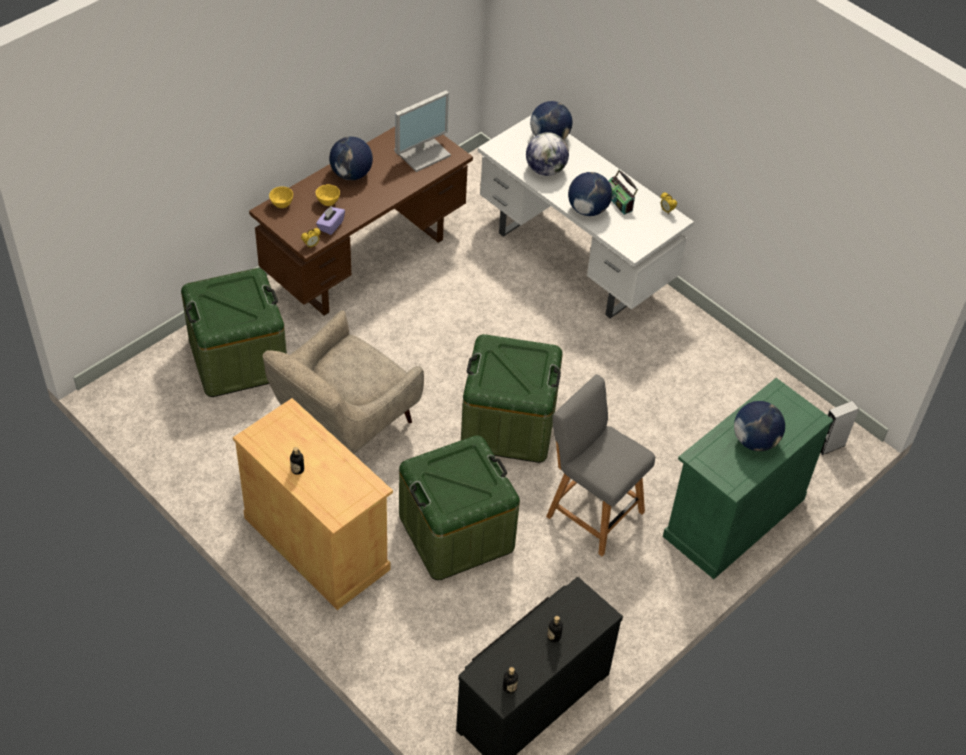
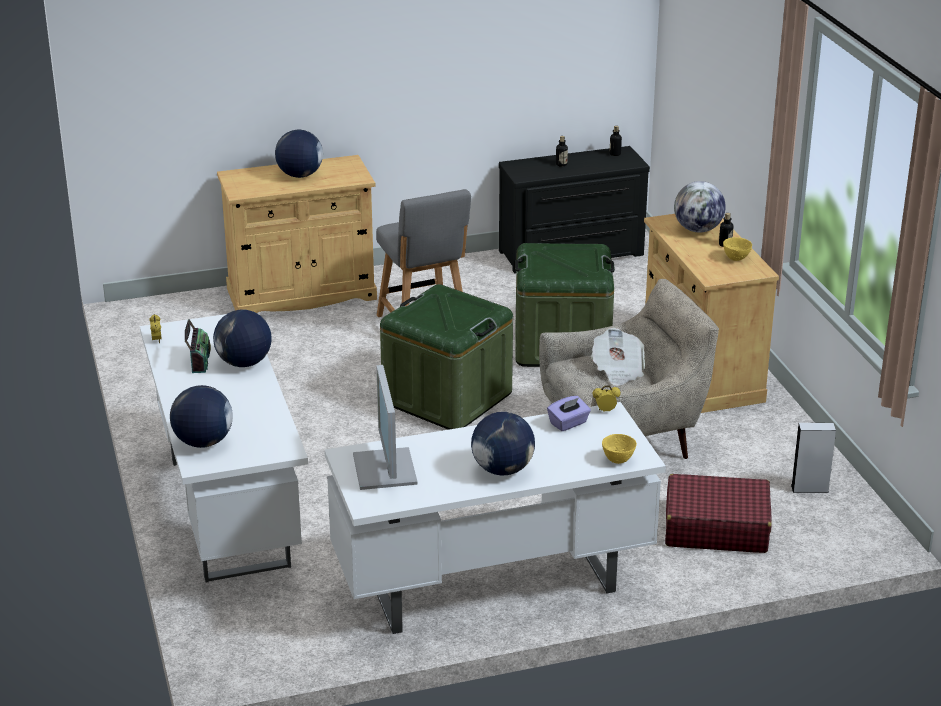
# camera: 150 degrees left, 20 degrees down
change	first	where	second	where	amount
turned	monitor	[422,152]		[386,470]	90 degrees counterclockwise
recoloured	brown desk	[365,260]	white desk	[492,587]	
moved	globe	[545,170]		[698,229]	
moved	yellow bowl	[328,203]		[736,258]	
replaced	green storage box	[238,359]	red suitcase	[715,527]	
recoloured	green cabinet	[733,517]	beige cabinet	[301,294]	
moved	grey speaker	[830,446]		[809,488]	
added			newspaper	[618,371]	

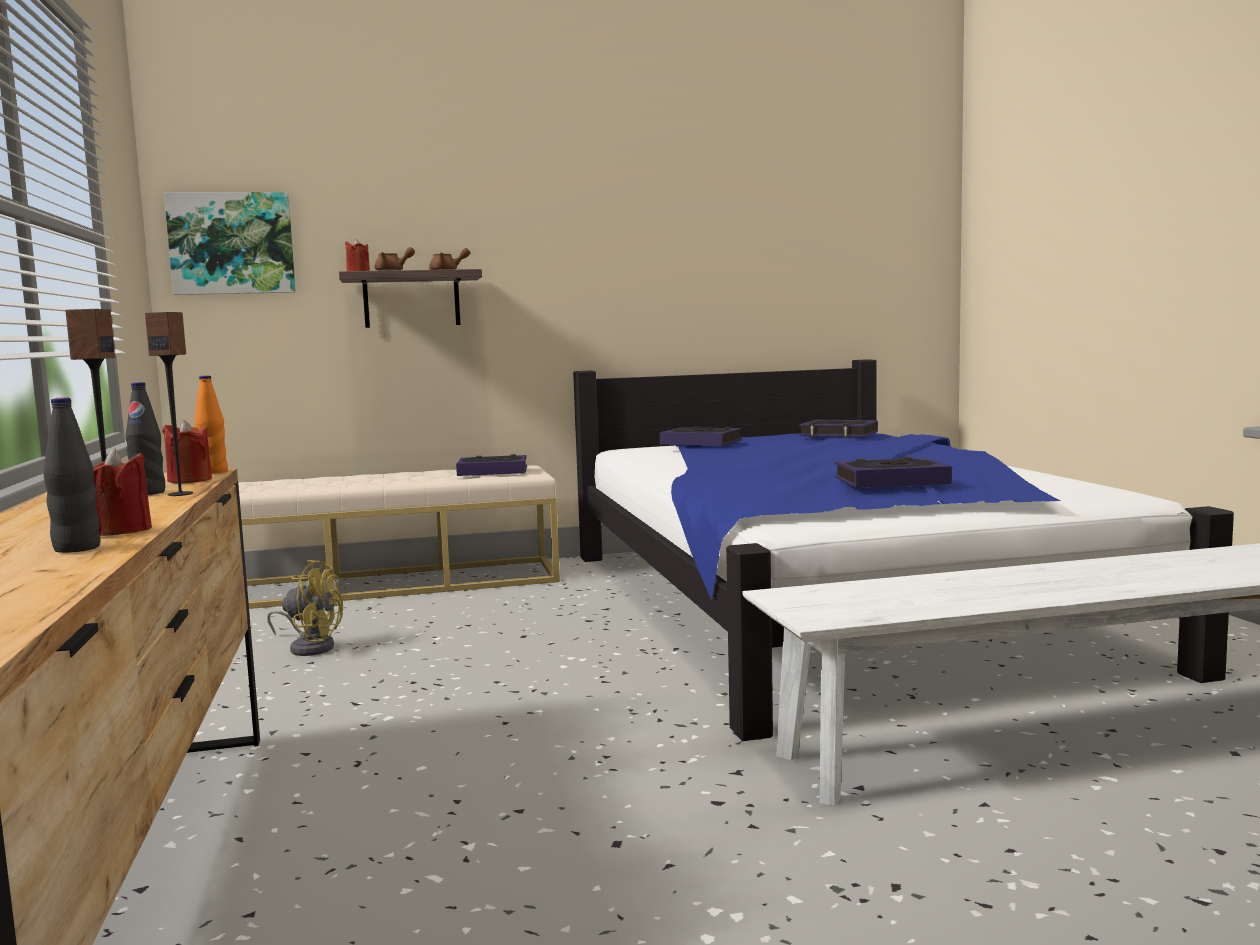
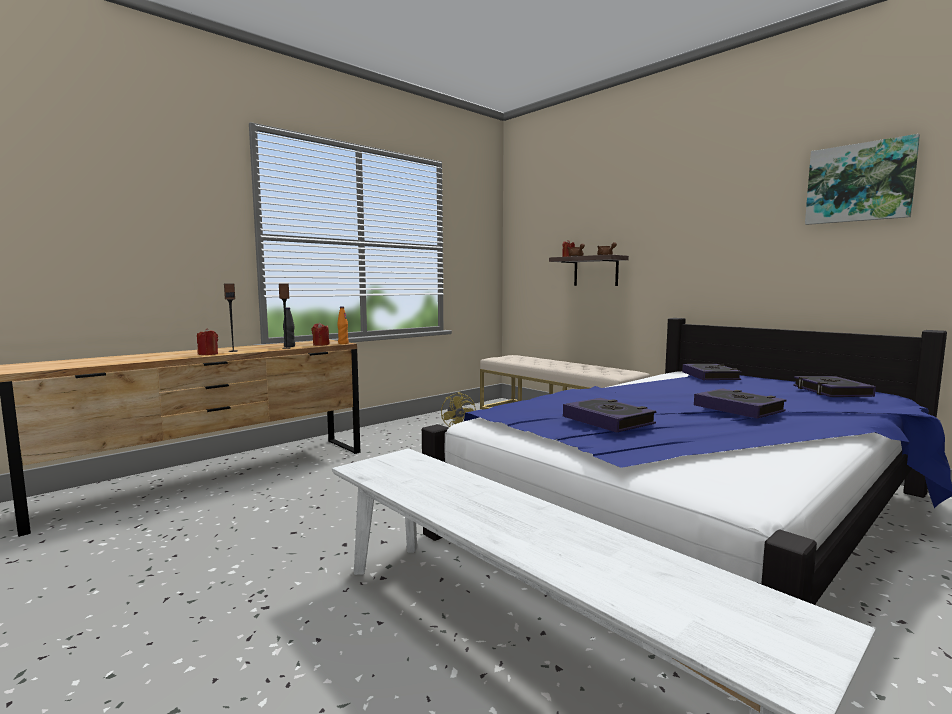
# camera: 60 degrees right, 0 degrees up
change	first	where	second	where	amount
moved	picture	[232,243]		[859,183]	
removed	black bottle	[77,548]			
moved	book	[492,472]		[738,409]	

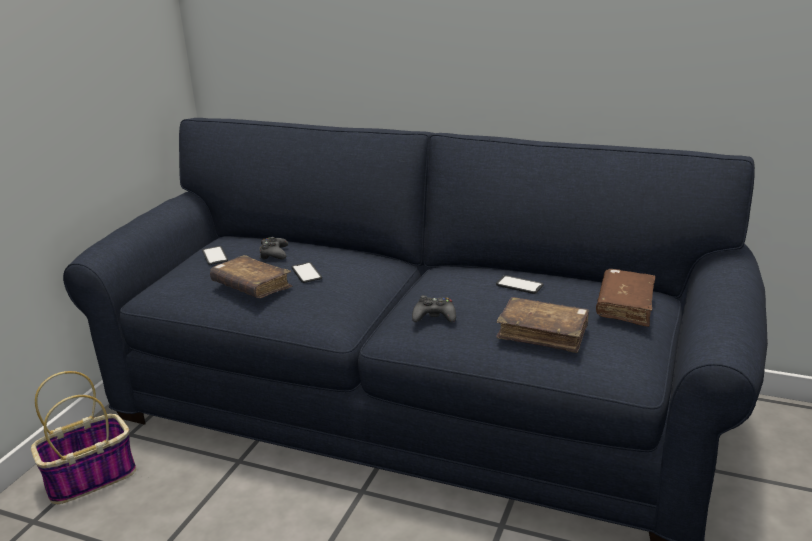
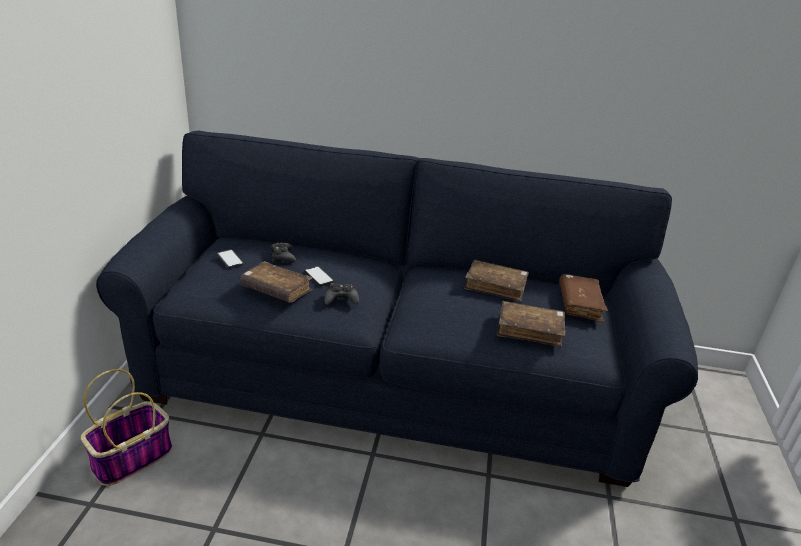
# camera: 15 degrees left, 5 degrees up
change	first	where	second	where	amount
replaced	phone	[519,285]	brown book	[495,286]	
moved	black game controller	[434,316]		[341,299]	

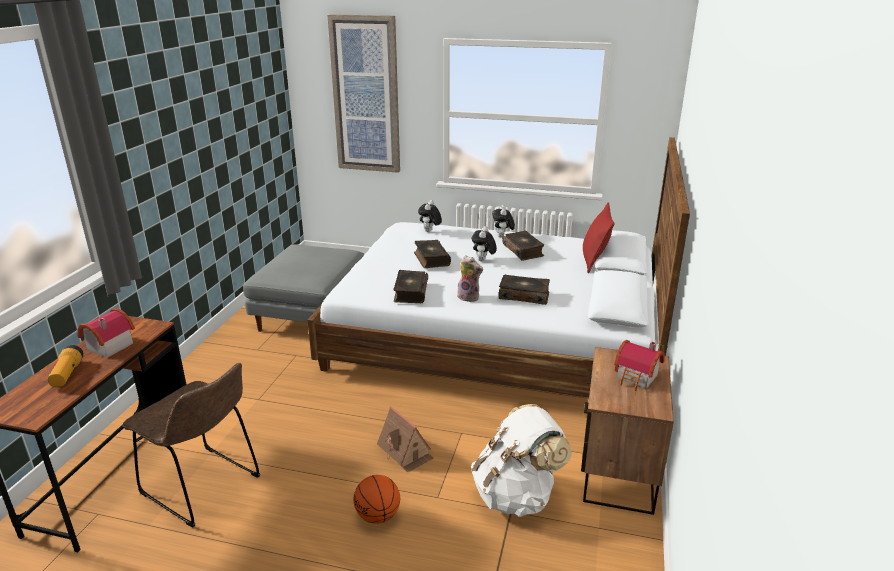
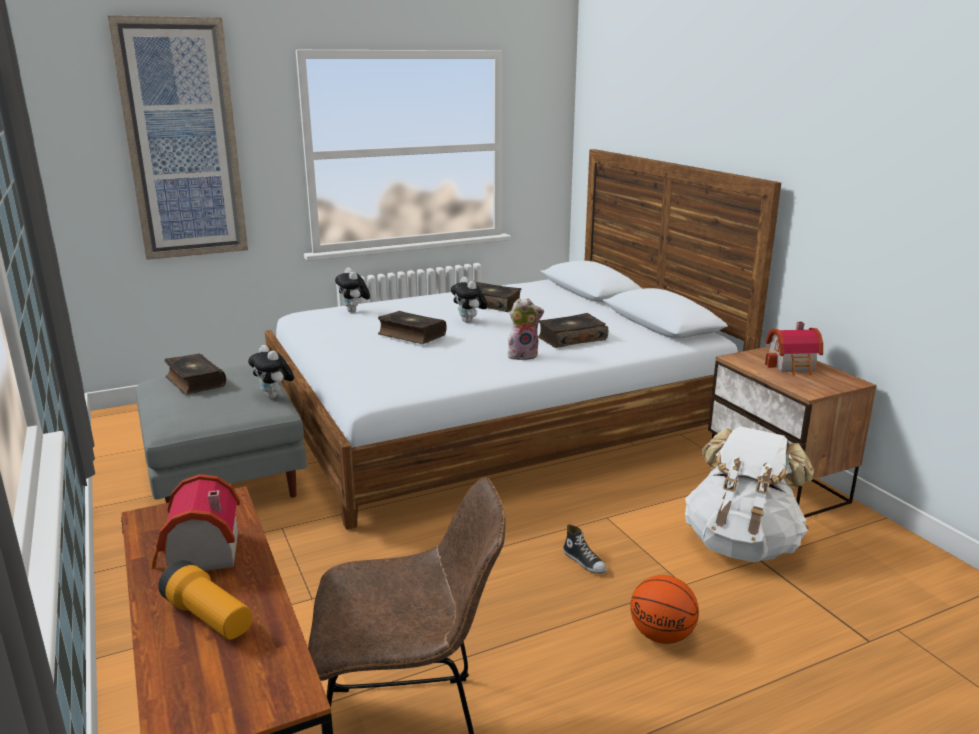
# camera: 40 degrees left, 5 degrees down
change	first	where	second	where	amount
removed	red pillow	[594,261]			
moved	plush toy	[502,236]		[274,396]	
moved	book	[410,292]		[194,382]	
replaced	toy house	[405,452]	shoe	[584,562]	

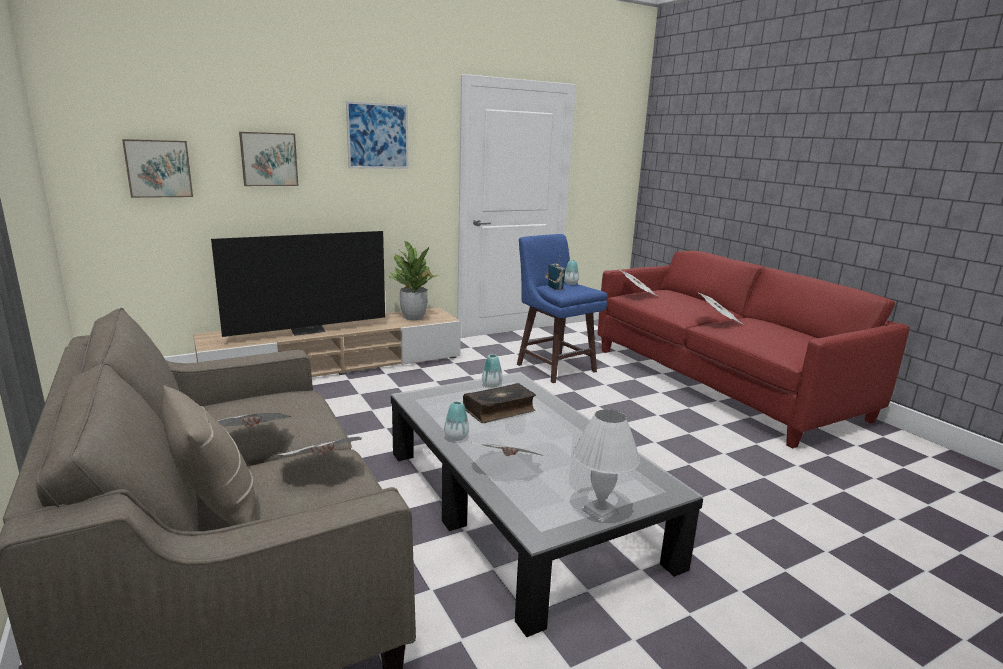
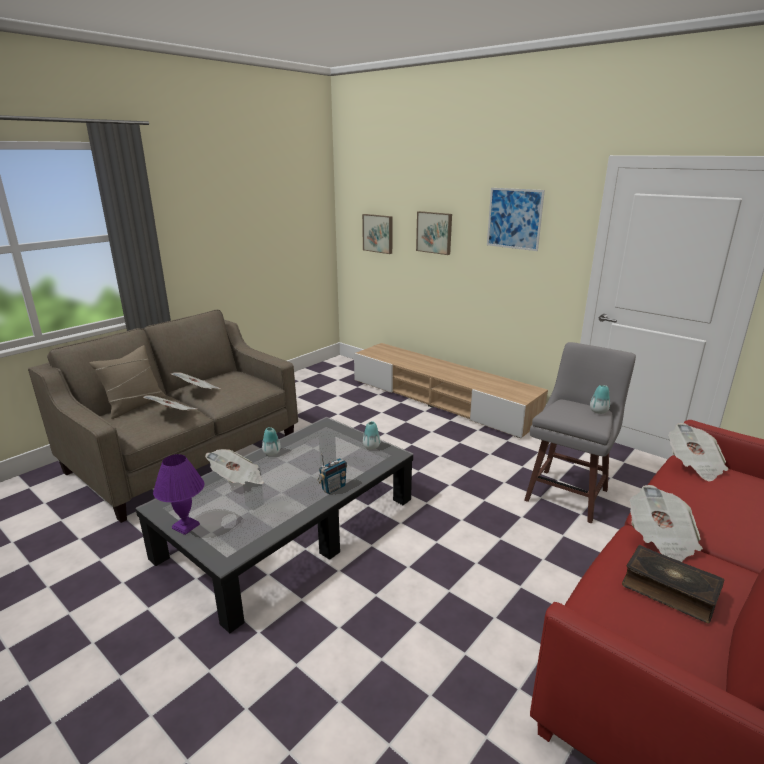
# camera: 70 degrees right, 5 degrees up
change	first	where	second	where	amount
removed	television	[308,330]			
recoloured	blue stool	[555,367]	grey stool	[568,494]	
removed	potted plant	[414,318]			
moved	radio	[555,288]		[333,488]	
moved	book	[499,410]		[669,590]	
recoloured	white table lamp	[600,511]	purple table lamp	[186,526]	

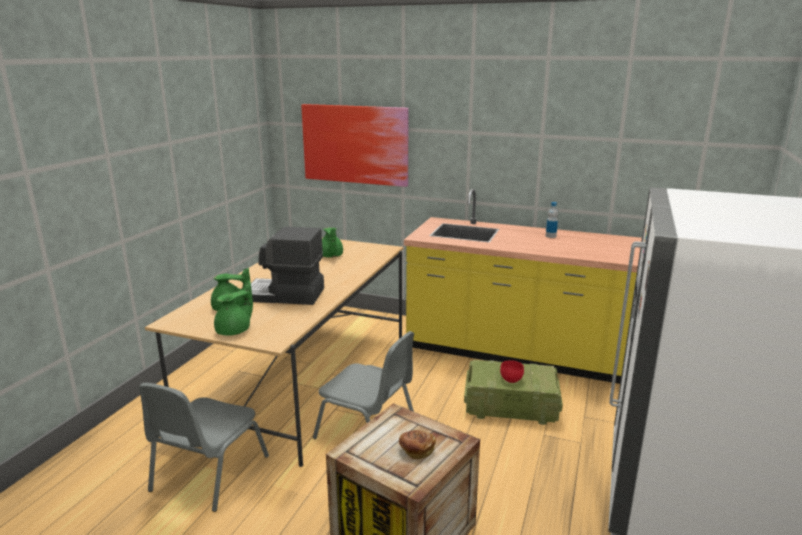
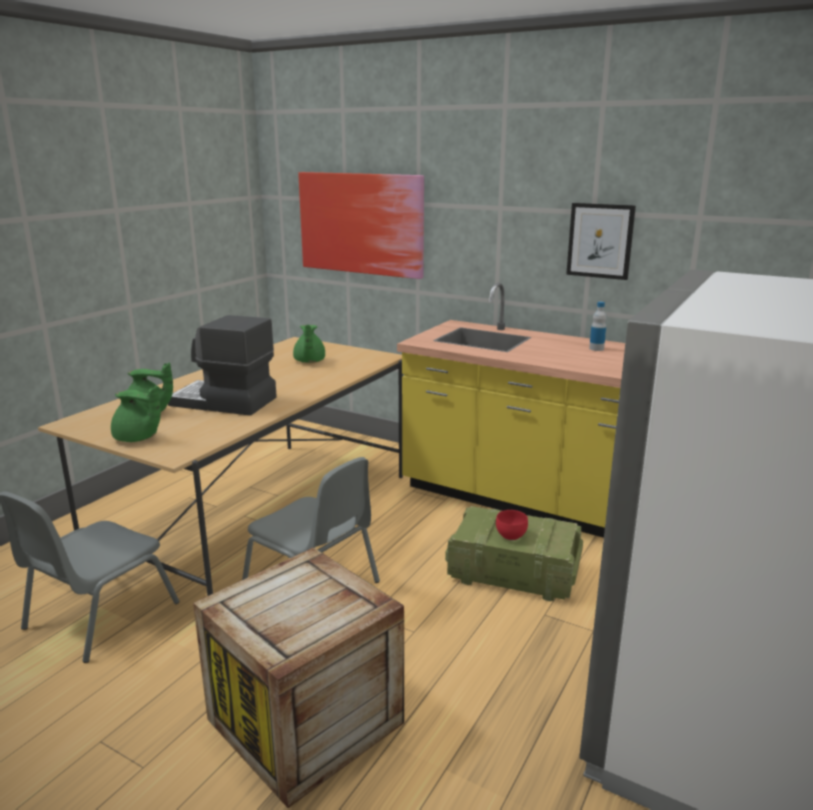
# camera: 10 degrees right, 0 degrees up
change	first	where	second	where	amount
turned	green teapot	[235,330]		[137,438]	60 degrees clockwise
removed	bread	[416,451]			
added			picture	[600,241]	

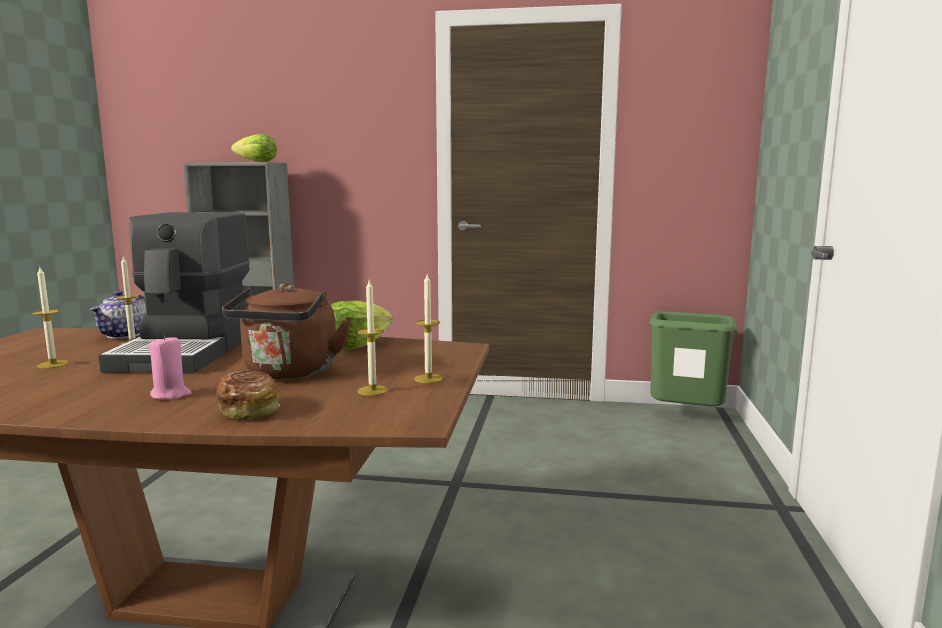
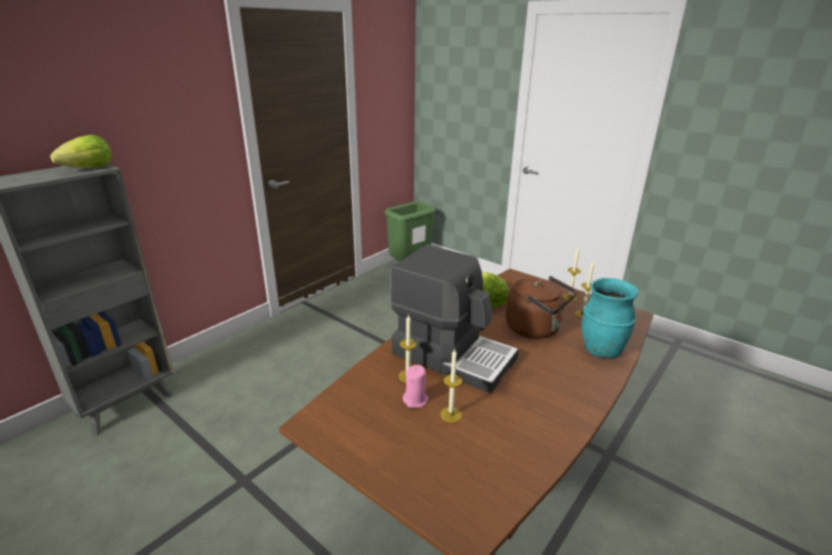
# camera: 60 degrees left, 15 degrees up
change	first	where	second	where	amount
removed	teapot	[124,335]			
moved	pink candle	[170,394]		[415,400]	
replaced	bread	[248,410]	turquoise vase	[601,350]	

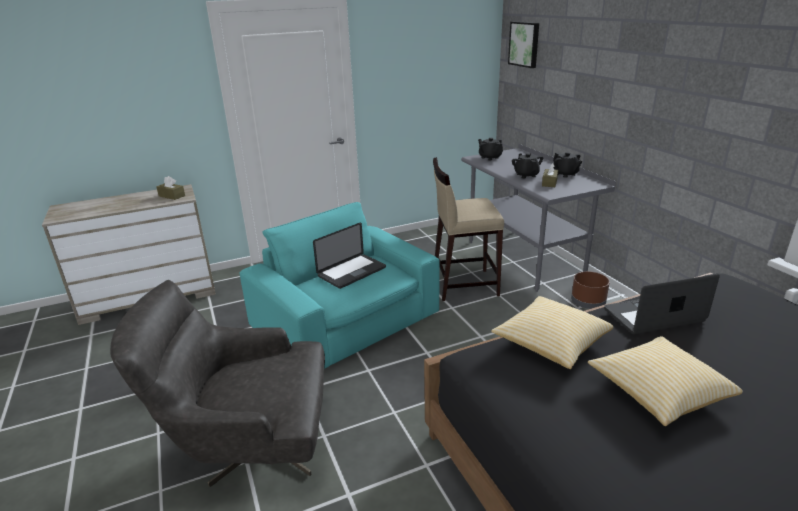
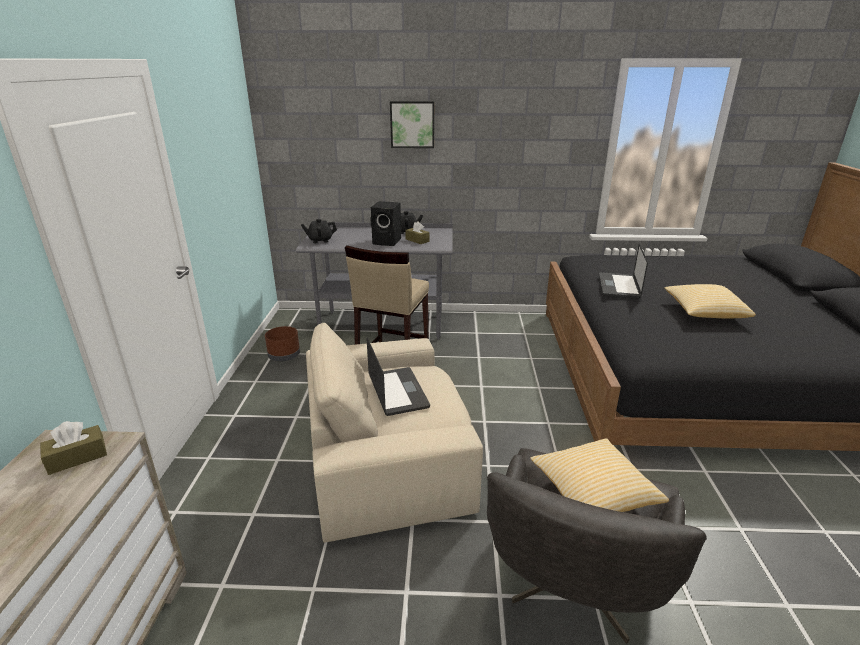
# camera: 65 degrees left, 0 degrees up
change	first	where	second	where	amount
moved	picture	[525,44]		[412,124]	
replaced	black teapot	[526,175]	black speaker	[388,241]	
recoloured	turquoise armchair	[347,320]	beige armchair	[387,455]	
moved	brown planter	[588,302]		[284,355]	
moved	pillow	[551,343]		[593,493]	

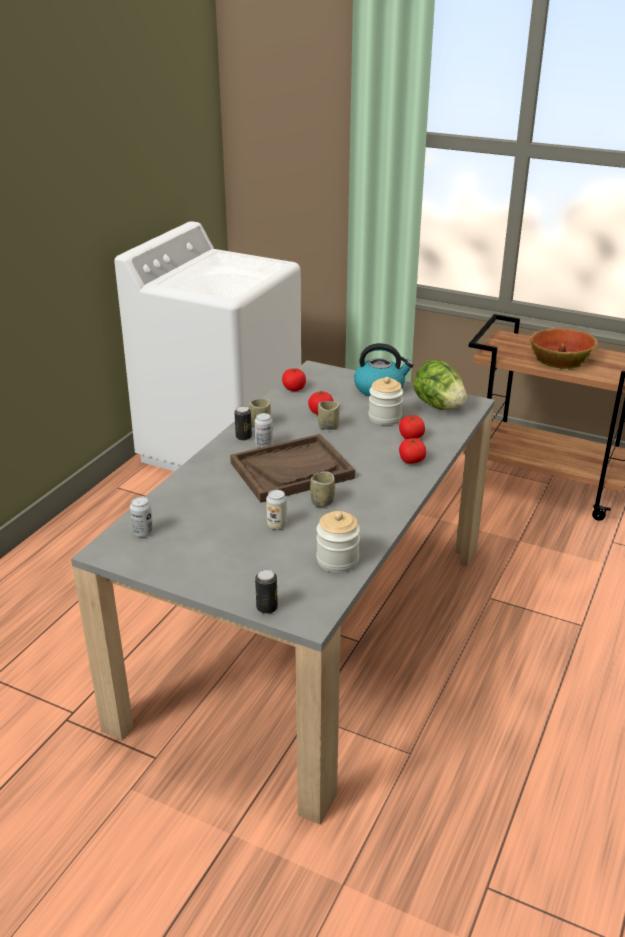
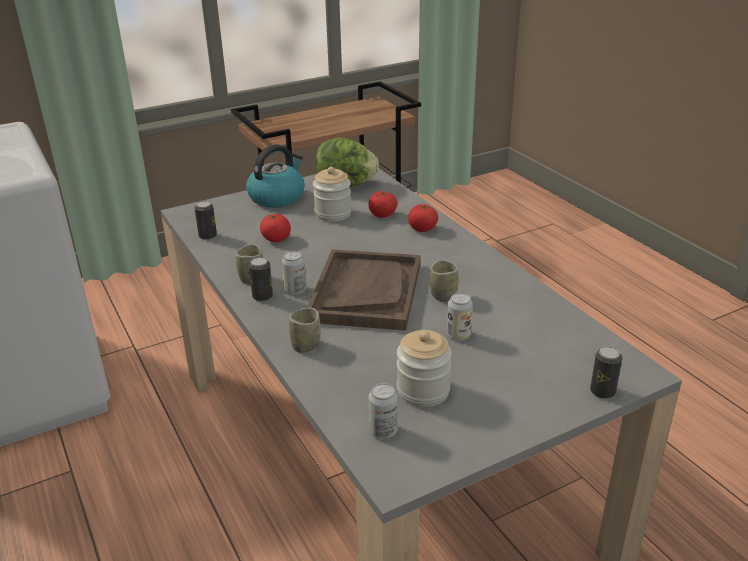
# camera: 55 degrees left, 0 degrees up
change	first	where	second	where	amount
removed	bowl	[560,358]			
replaced	tomato	[294,389]	can	[208,236]	
moved	cup	[328,427]		[306,345]	
moved	jar	[337,560]		[423,391]	

